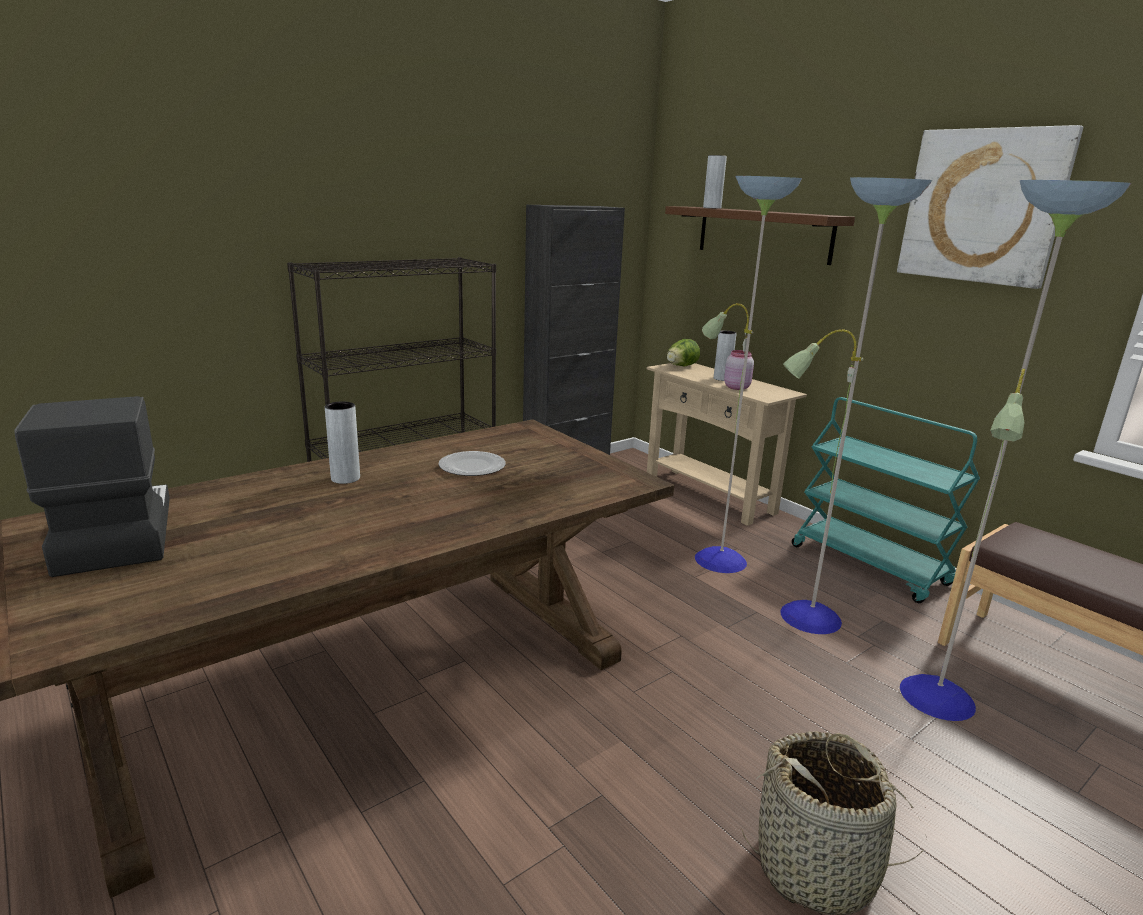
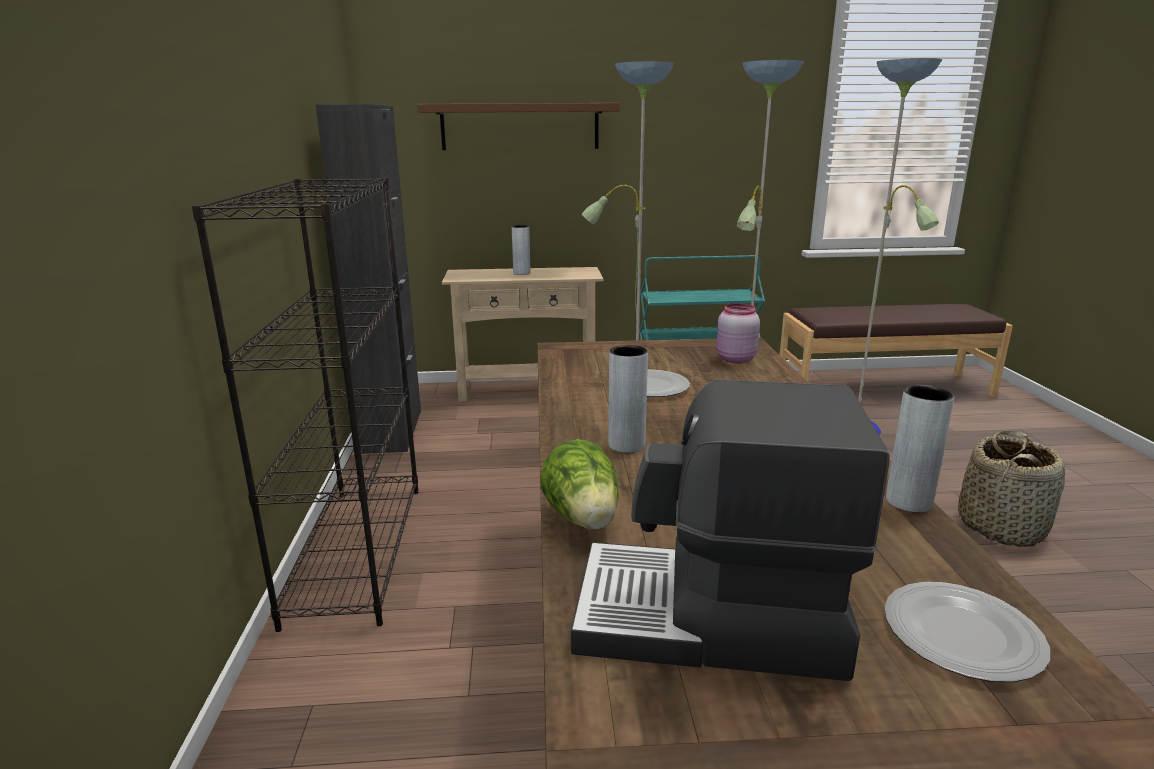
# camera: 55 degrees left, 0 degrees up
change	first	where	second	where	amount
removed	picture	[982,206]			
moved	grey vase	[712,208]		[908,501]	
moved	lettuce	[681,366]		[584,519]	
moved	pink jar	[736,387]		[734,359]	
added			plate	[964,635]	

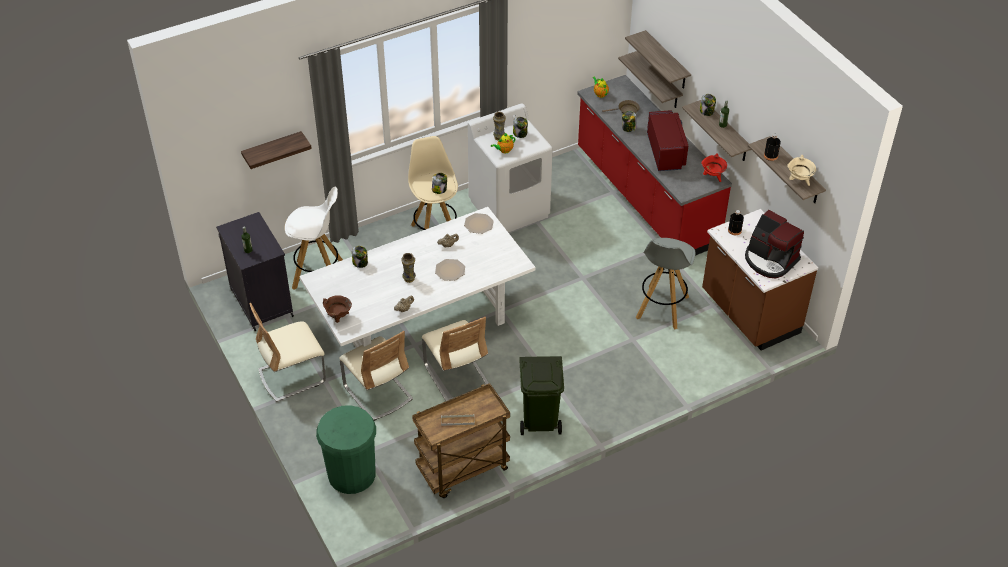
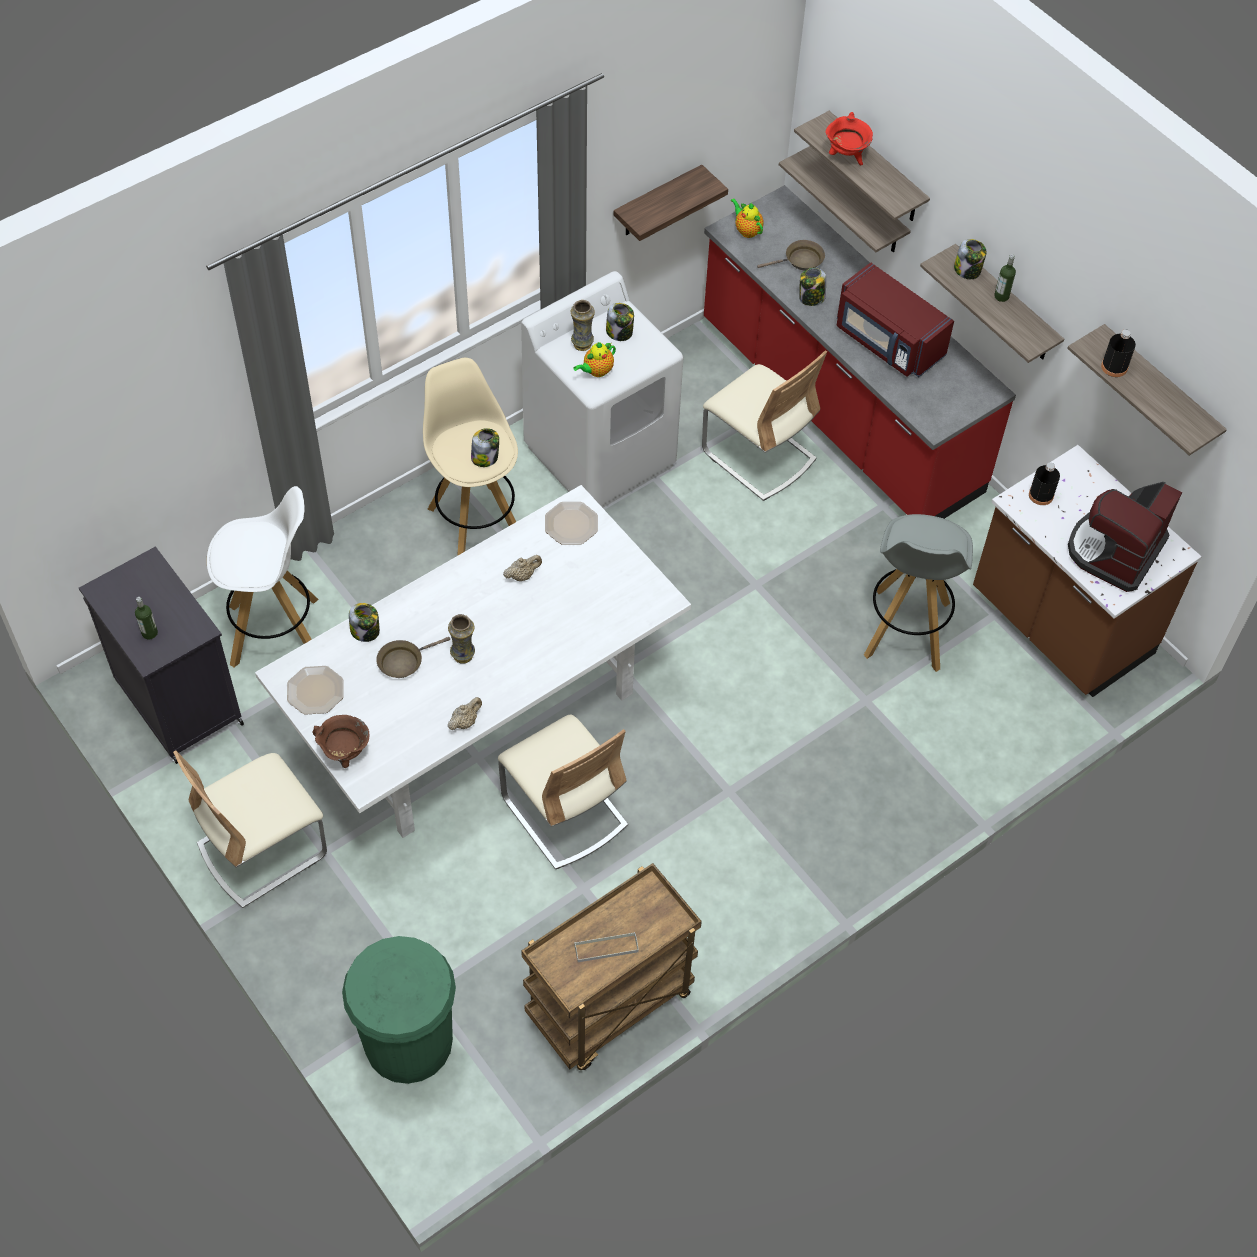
# camera: 10 degrees left, 10 degrees up
change	first	where	second	where	amount
turned	red microwave	[666,152]		[887,342]	150 degrees clockwise
moved	shelf	[272,150]		[657,202]	
moved	red cooking pot	[712,176]		[846,156]	
removed	beige cooking pot	[799,181]			
turned	coffee machine	[770,260]		[1114,550]	90 degrees clockwise
moved	plate	[450,270]		[315,691]	
moved	beige chair	[378,393]		[758,456]	
removed	green trash can	[540,420]			
added			brown frying pan	[403,661]	

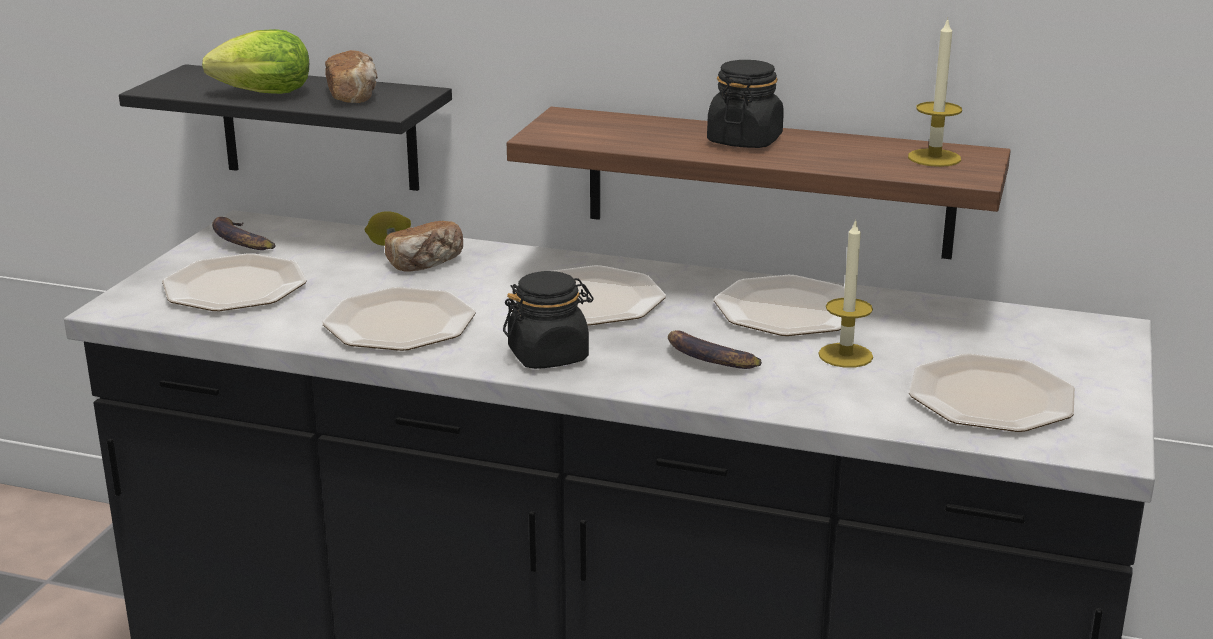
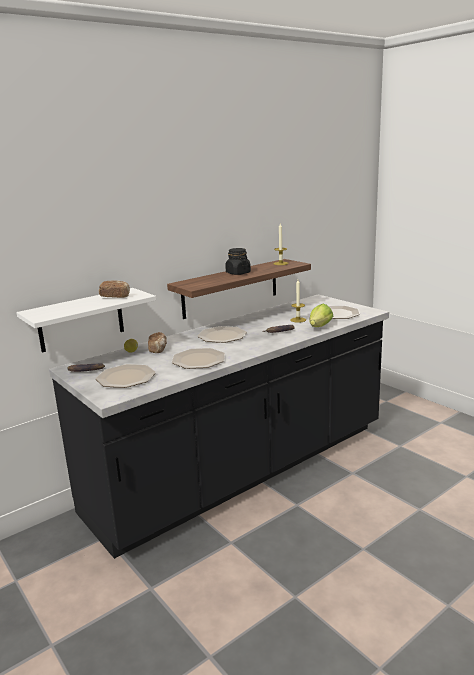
# camera: 55 degrees left, 5 degrees down
change	first	where	second	where	amount
moved	lettuce	[258,94]		[319,327]	
recoloured	black shelf	[319,128]	white shelf	[81,320]	
removed	black jar	[549,356]			
removed	plate	[788,309]			

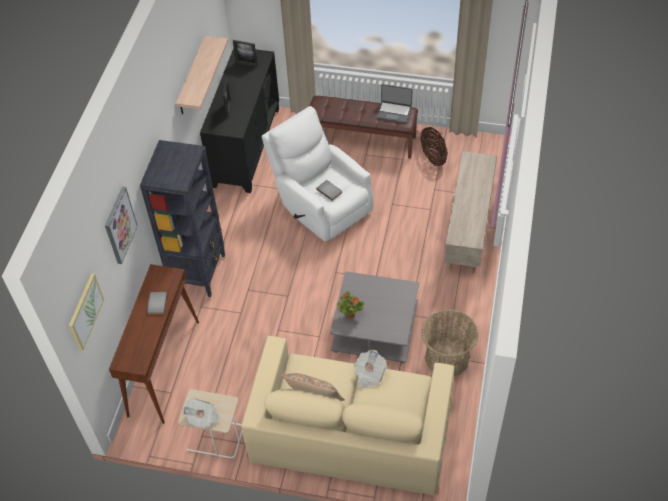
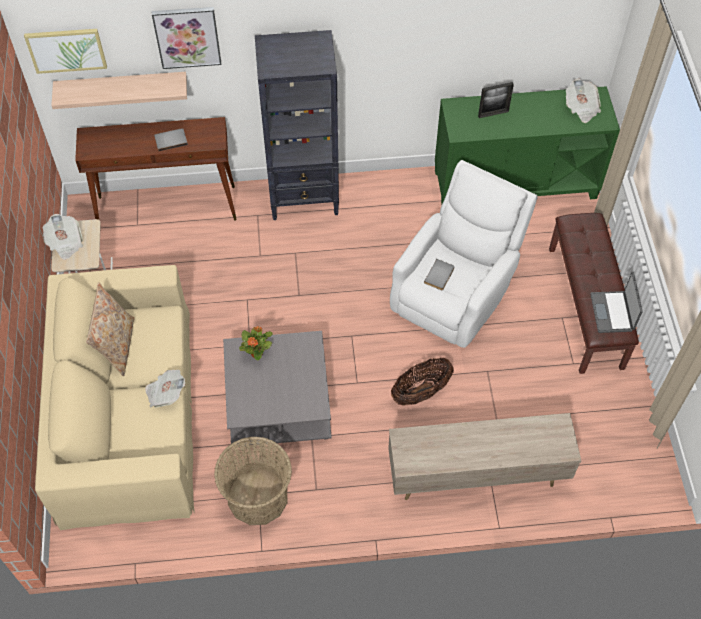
# camera: 70 degrees right, 5 degrees up
change	first	where	second	where	amount
moved	shelf	[192,77]		[122,87]	
replaced	picture frame	[246,64]	newspaper	[581,108]	
recoloured	black cabinet	[245,146]	green cabinet	[515,183]	
moved	basket	[433,156]		[421,392]	

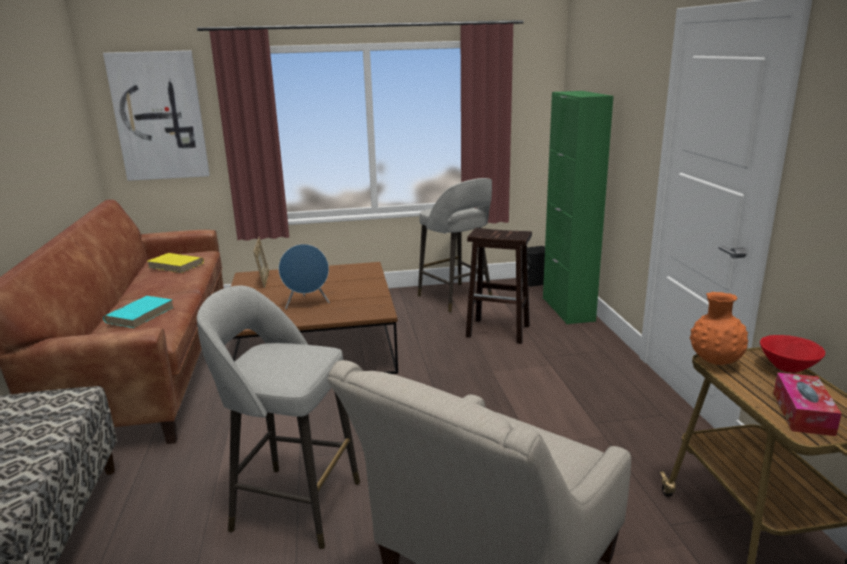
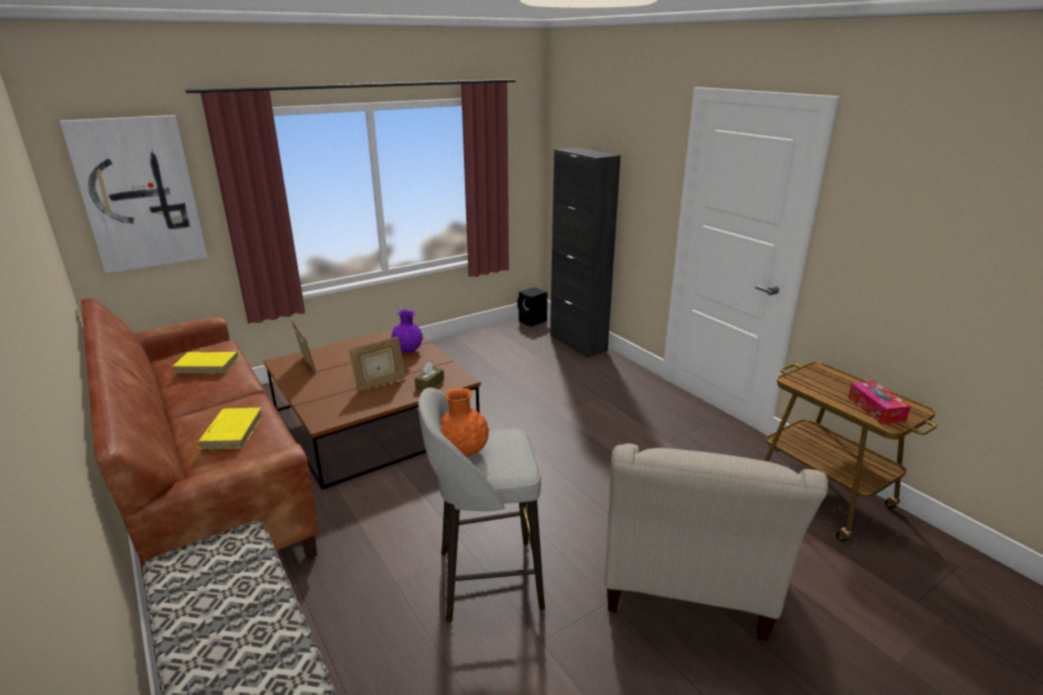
# camera: 25 degrees left, 5 degrees up
change	first	where	second	where	amount
recoloured	green cabinet	[568,309]	black cabinet	[578,343]	
removed	grey stool	[456,298]			
removed	brown stool	[499,331]			
replaced	blue speaker	[307,304]	picture frame	[380,383]	
moved	orange vase	[715,362]		[464,452]	
recoloured	turquoise book	[140,314]	yellow book	[232,431]	
removed	red bowl	[788,368]			
added			purple vase	[408,351]	
added			brown tissue box	[430,384]	

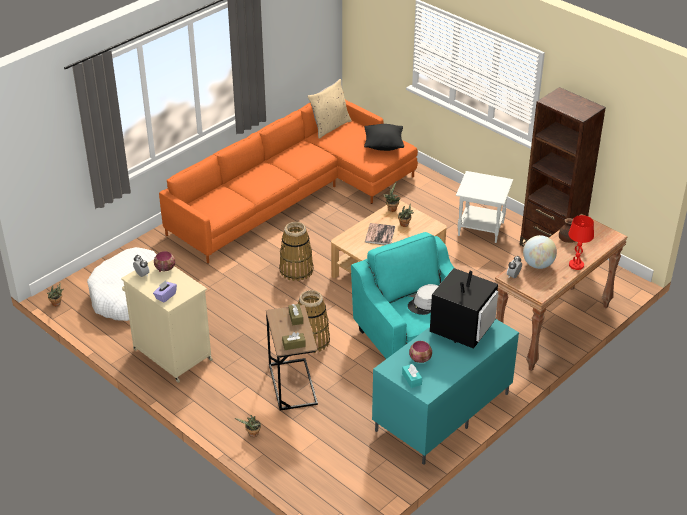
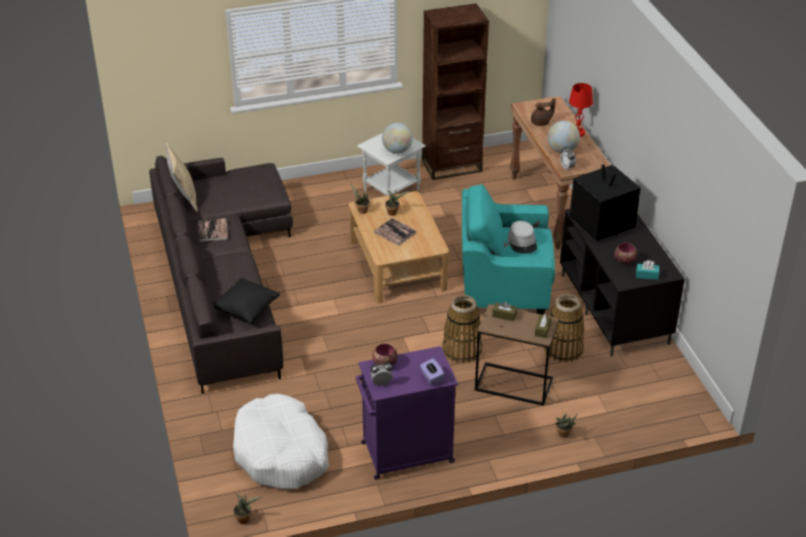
# camera: 60 degrees left, 0 degrees up
change	first	where	second	where	amount
recoloured	orange sofa	[294,194]	grey sofa	[224,279]	
moved	black pillow	[383,146]		[247,310]	
moved	basket	[296,270]		[563,349]	
recoloured	beige cabinet	[171,354]	purple cabinet	[405,453]	
recoloured	turquoise tv stand	[442,413]	black tv stand	[615,309]	
added			globe	[397,151]	
added			book	[213,230]	

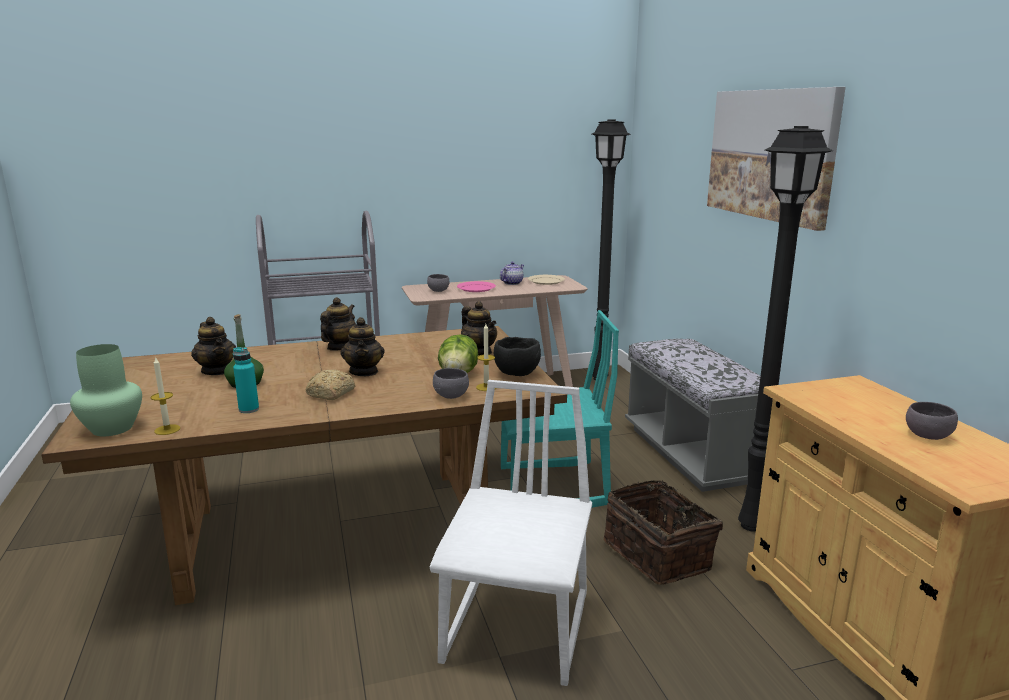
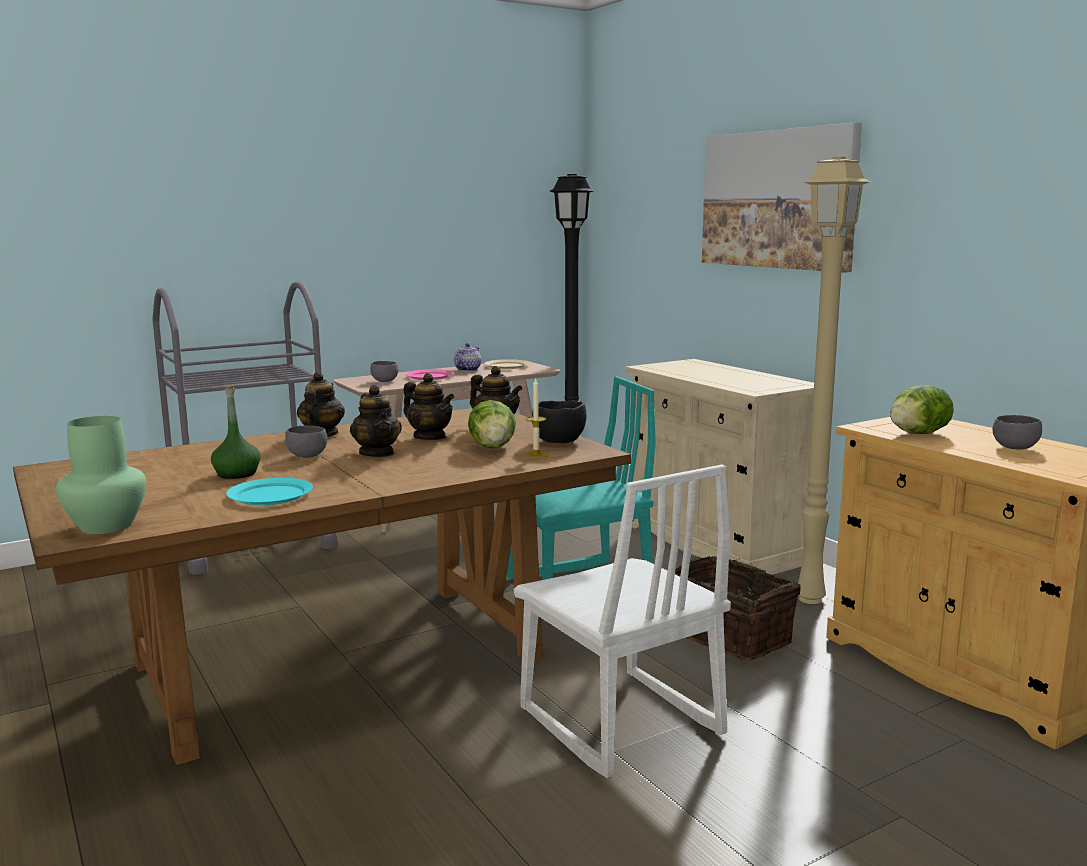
# camera: 15 degrees left, 5 degrees down
change	first	where	second	where	amount
recoloured	black floor lamp	[753,526]	beige floor lamp	[812,599]	
moved	teapot	[217,371]		[430,437]	
replaced	grey bench	[693,454]	beige cabinet	[715,542]	
replaced	turquoise bottle	[249,409]	turquoise plate	[269,495]	
removed	candle	[167,430]			
moved	grey bowl	[452,396]		[309,456]	
removed	bread	[330,394]			
turned	white chair	[518,629]		[618,723]	150 degrees clockwise
added			lettuce	[918,434]	

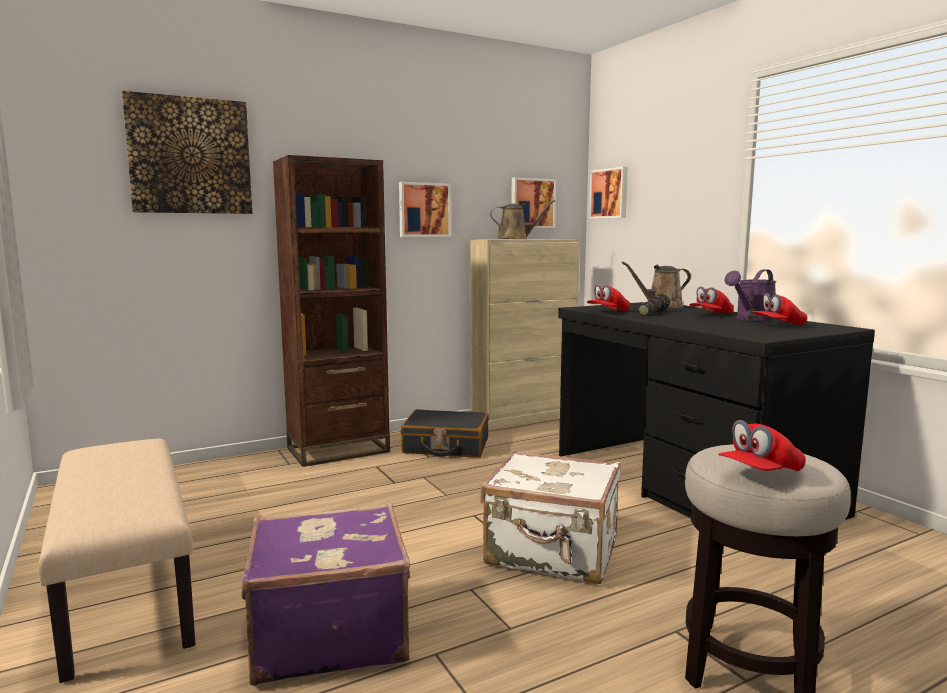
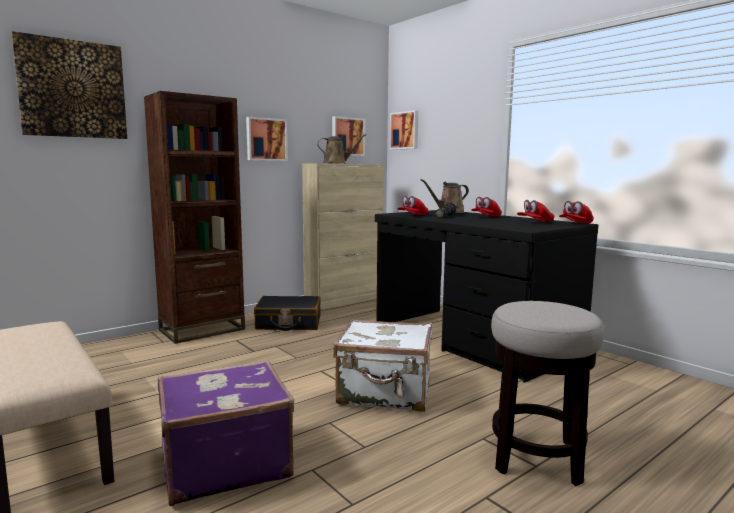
# camera: 10 degrees left, 0 degrees up
change	first	where	second	where	amount
removed	purple watering can	[751,319]			
moved	red cap	[760,473]		[575,224]	

